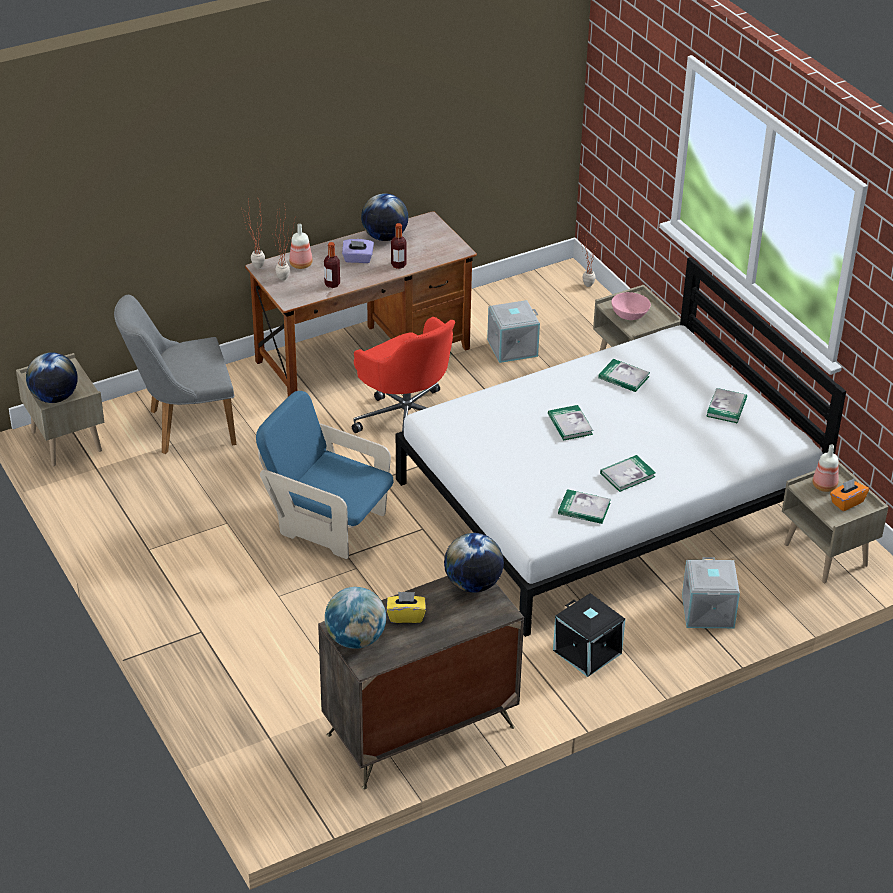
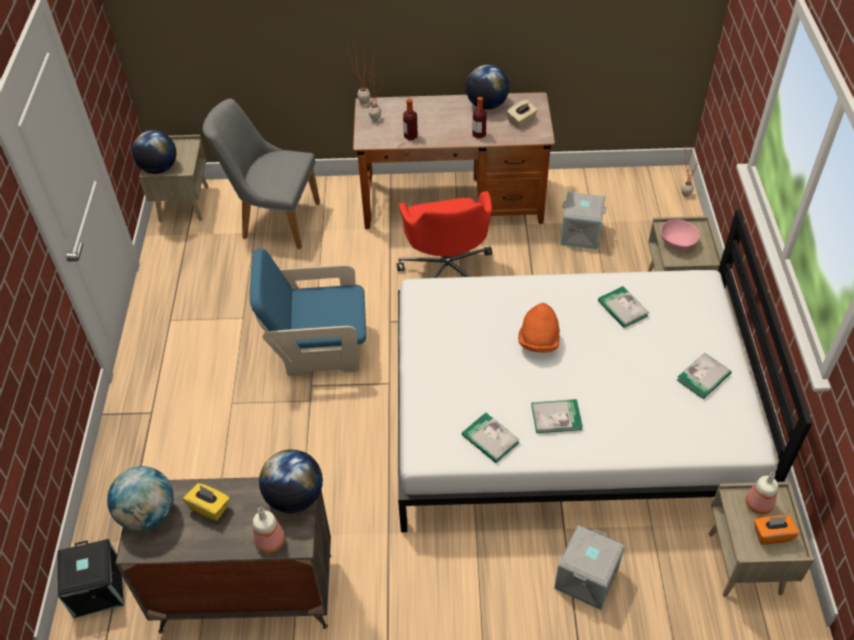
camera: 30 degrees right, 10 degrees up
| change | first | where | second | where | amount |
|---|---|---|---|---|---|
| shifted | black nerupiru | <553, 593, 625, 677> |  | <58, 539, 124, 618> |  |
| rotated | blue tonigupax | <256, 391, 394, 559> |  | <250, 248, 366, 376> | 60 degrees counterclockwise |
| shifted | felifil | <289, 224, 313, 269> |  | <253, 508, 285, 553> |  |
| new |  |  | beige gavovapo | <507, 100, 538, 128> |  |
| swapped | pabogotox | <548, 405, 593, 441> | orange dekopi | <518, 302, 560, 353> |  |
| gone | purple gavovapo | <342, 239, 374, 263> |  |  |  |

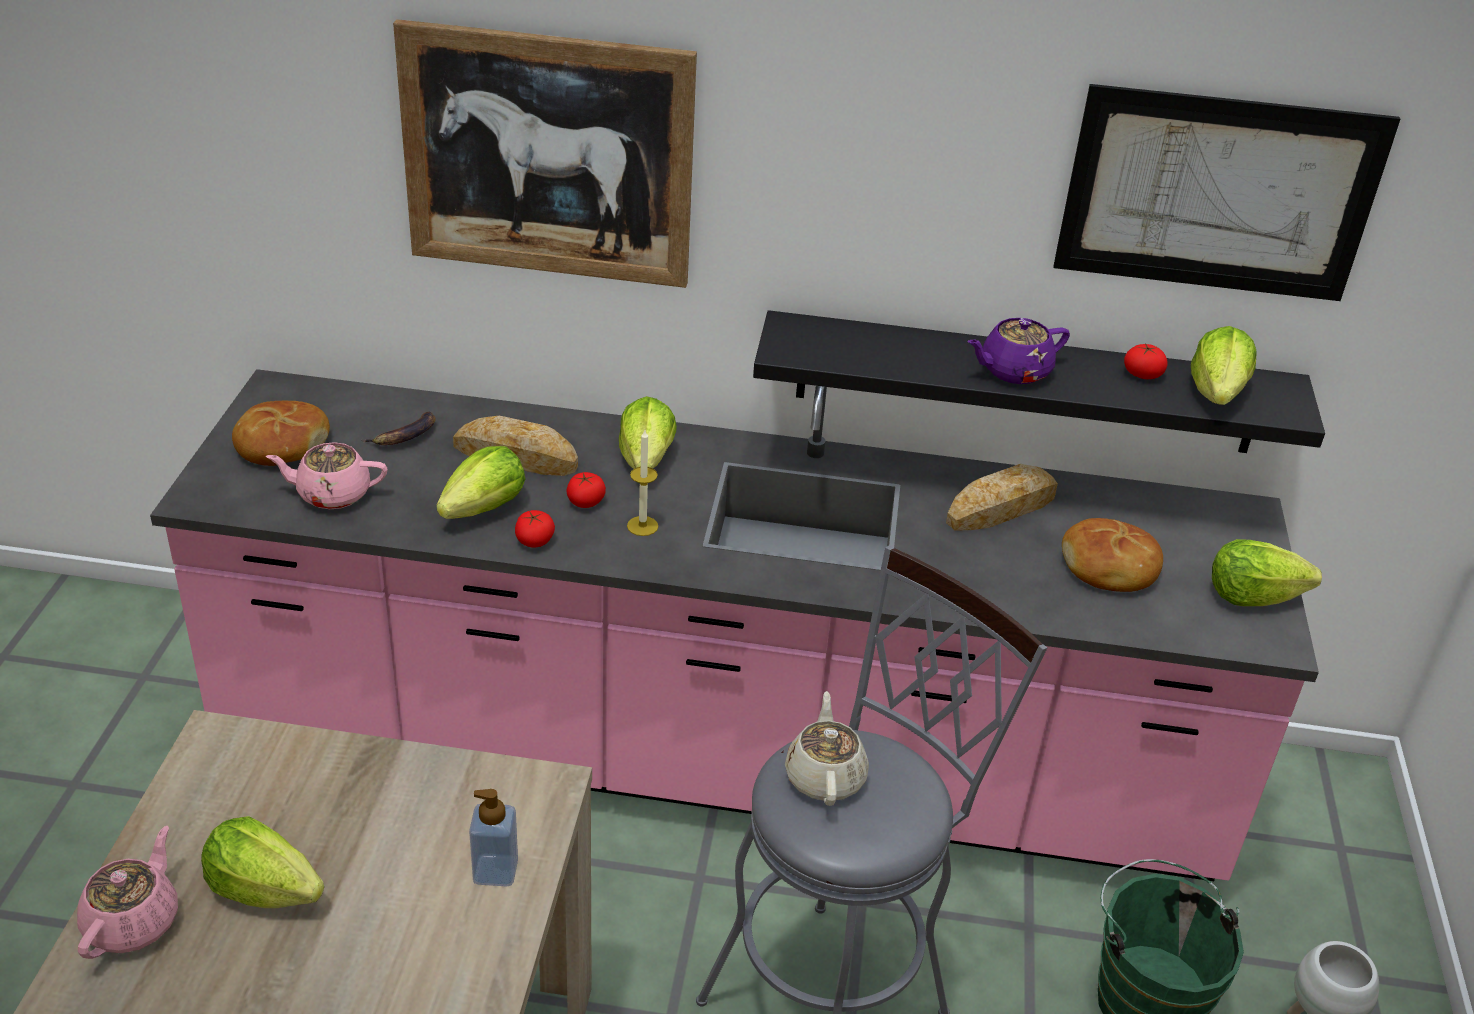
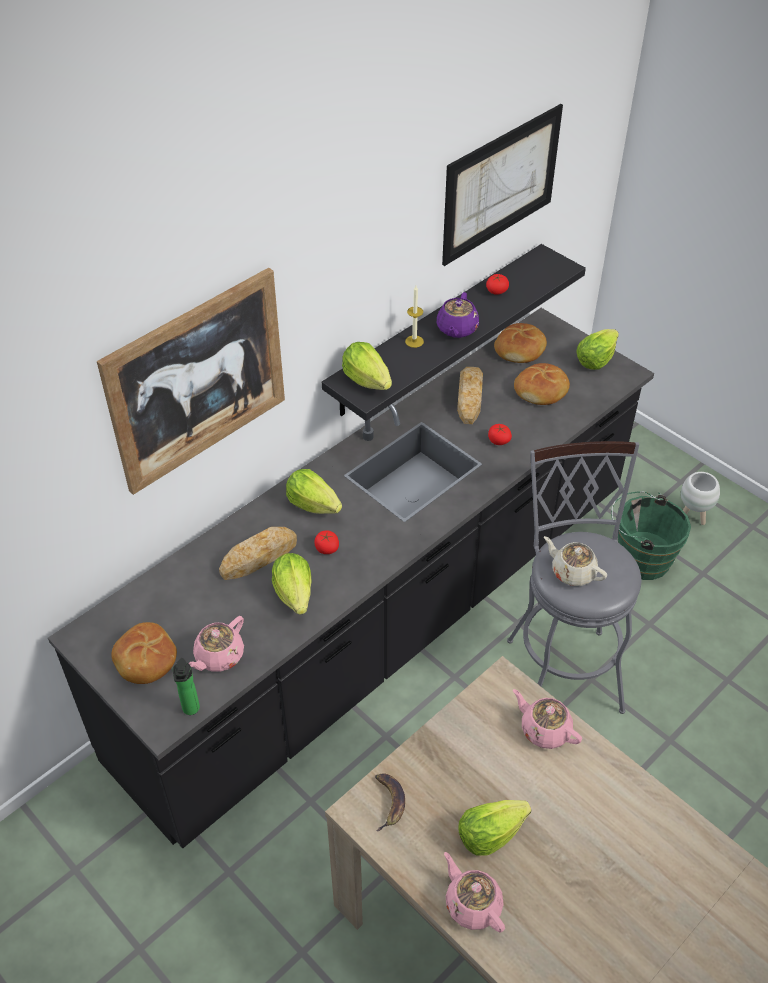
camera: 50 degrees left, 10 degrees up
| change | first | where | second | where | amount |
|---|---|---|---|---|---|
| repainted | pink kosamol | <150, 369, 1319, 881> | black kosamol | <48, 308, 654, 848> |  |
| new |  |  | felifil | <172, 658, 200, 715> |  |
| shifted | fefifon | <1191, 326, 1257, 405> |  | <342, 342, 392, 390> |  |
| shifted | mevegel | <362, 412, 436, 445> |  | <375, 774, 405, 831> |  |
| shifted | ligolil | <627, 430, 659, 536> |  | <405, 286, 424, 348> |  |
| shifted | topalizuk | <515, 510, 555, 548> |  | <488, 424, 512, 445> |  |
| new |  |  | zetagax | <494, 323, 547, 363> |  |
| swapped | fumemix | <469, 789, 518, 887> | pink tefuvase | <513, 689, 582, 749> |  |

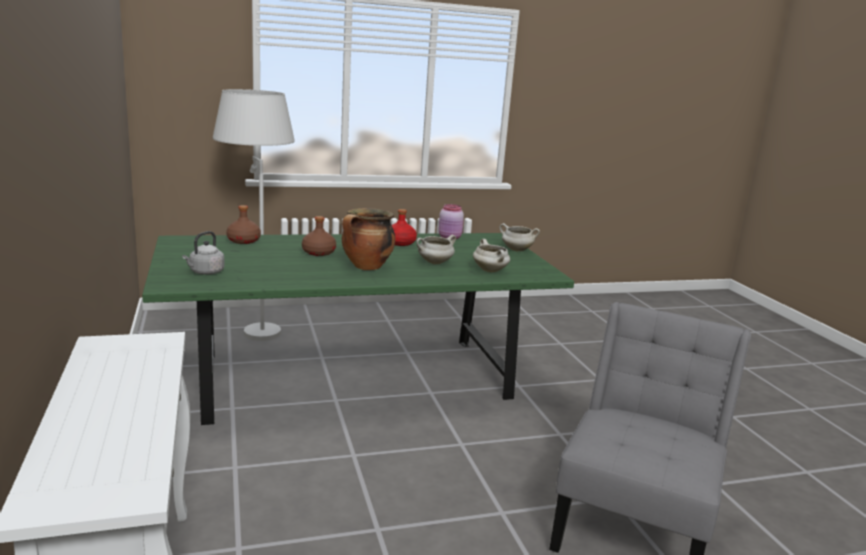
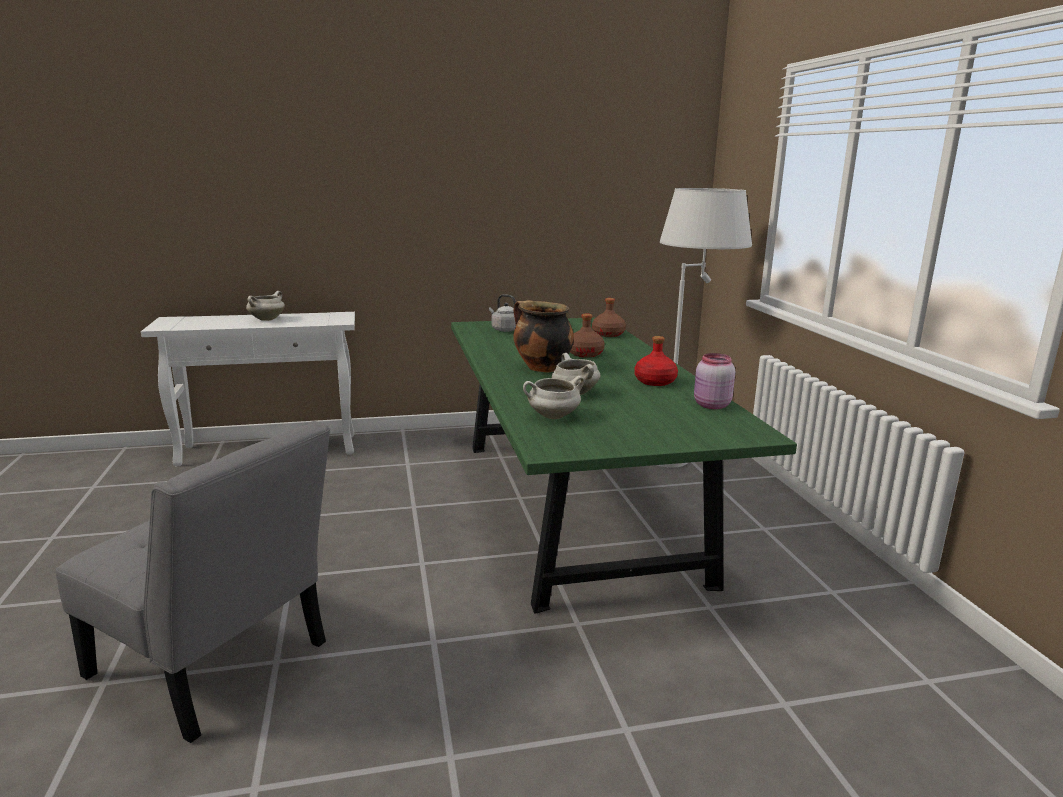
camera: 95 degrees right, 0 degrees up
| change | first | where | second | where | amount |
|---|---|---|---|---|---|
| shifted | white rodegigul | <500, 223, 540, 251> |  | <246, 291, 285, 321> |  |

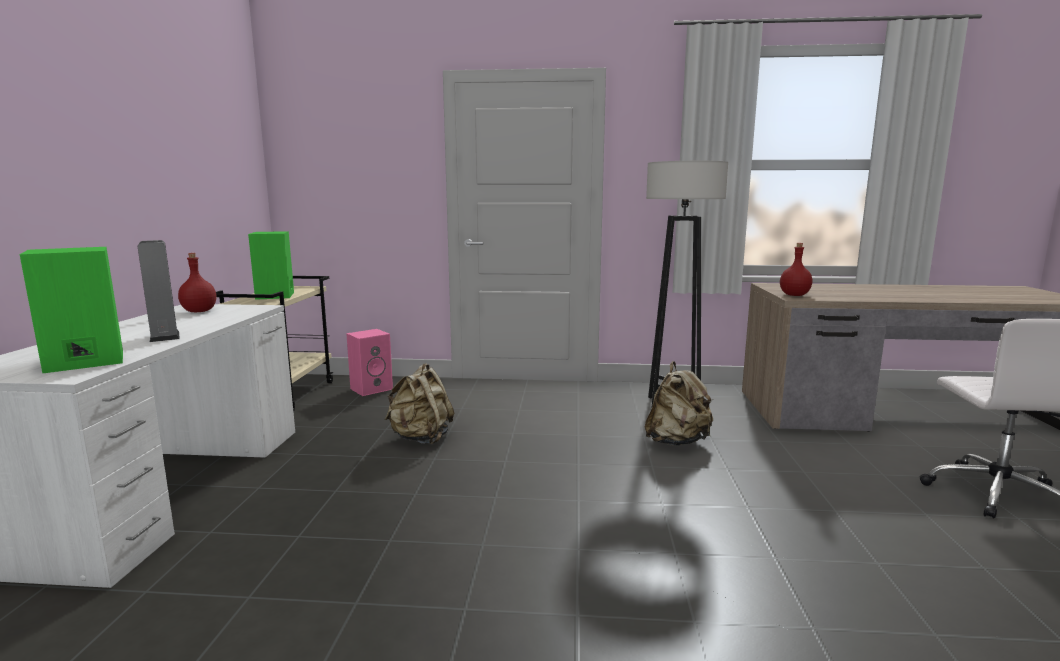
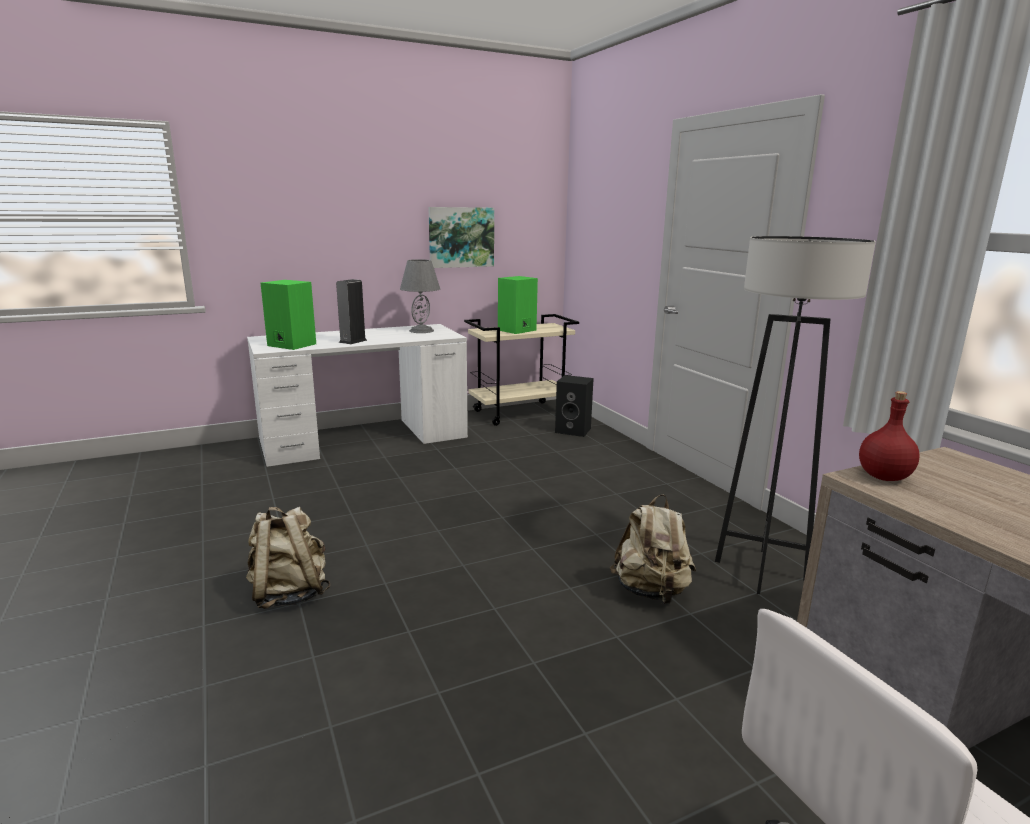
camera: 60 degrees right, 5 degrees up
| change | first | where | second | where | amount |
|---|---|---|---|---|---|
| shifted | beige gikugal | <384, 363, 454, 445> |  | <246, 507, 330, 609> |  |
| swapped | red felifil | <178, 253, 216, 312> | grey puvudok | <400, 259, 440, 333> |  |
| new |  |  | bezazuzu | <428, 207, 494, 268> |  |
| repainted | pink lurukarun | <346, 329, 393, 396> | black lurukarun | <555, 375, 594, 437> |  |

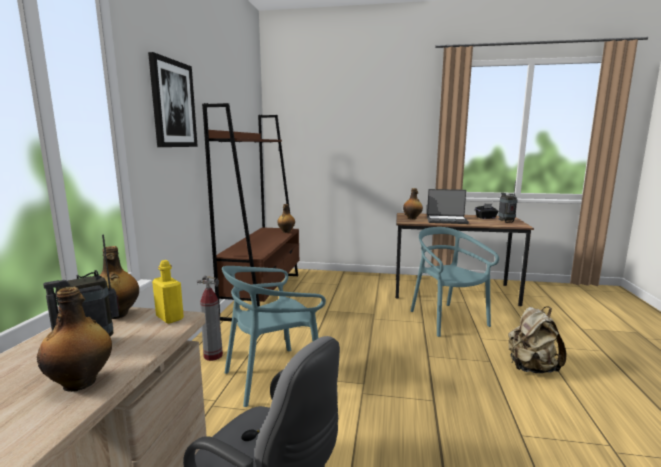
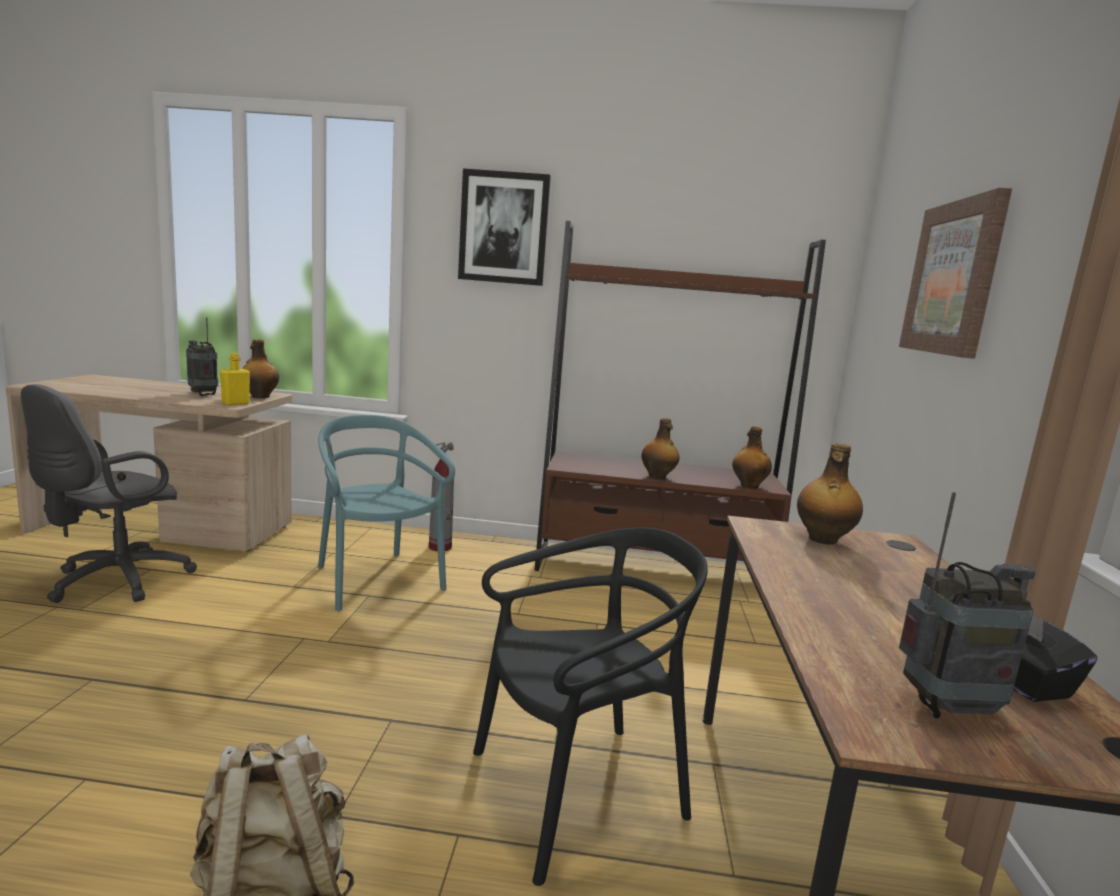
camera: 85 degrees right, 0 degrees up
| change | first | where | second | where | amount |
|---|---|---|---|---|---|
| repainted | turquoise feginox | <411, 227, 499, 337> | black feginox | <473, 528, 708, 886> |  |
| shifted | felifil | <37, 287, 112, 392> |  | <642, 418, 679, 479> |  |
| new |  |  | bezazuzu | <899, 188, 1012, 359> |  |
| gone | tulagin | <427, 189, 469, 224> |  |  |  |

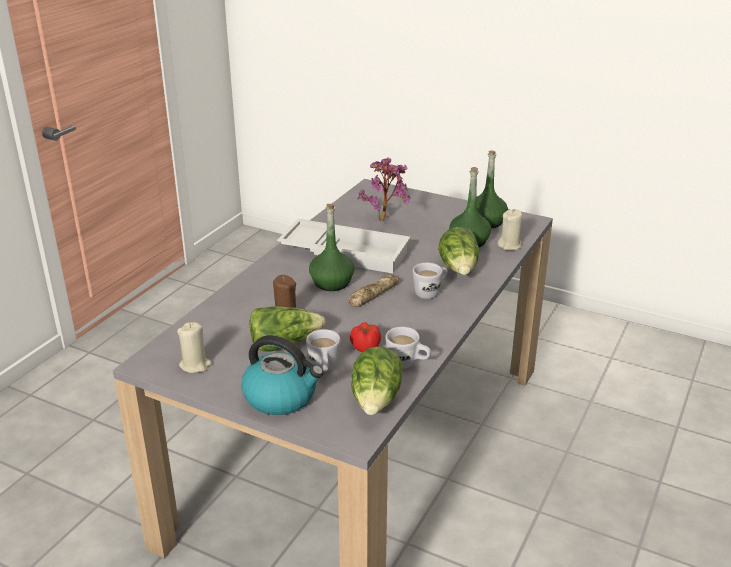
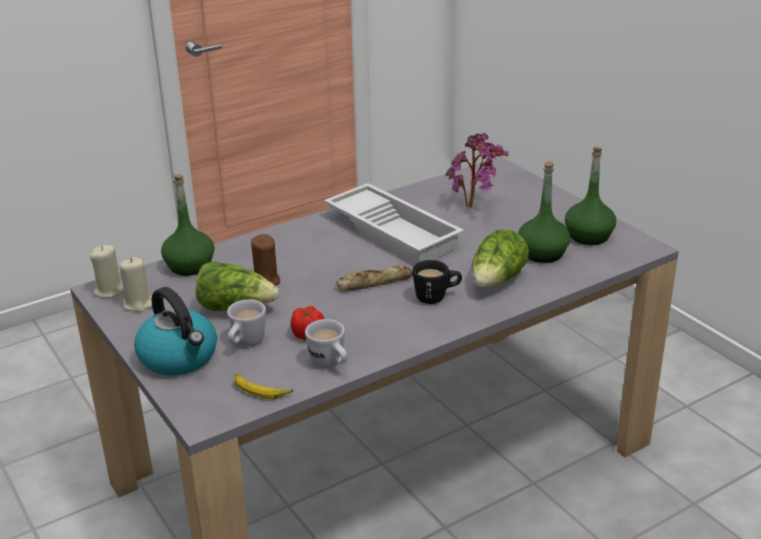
camera: 30 degrees right, 0 degrees up
| change | first | where | second | where | amount |
|---|---|---|---|---|---|
| shifted | beige ligolil | <497, 209, 522, 250> |  | <90, 245, 124, 298> |  |
| shifted | green felifil | <309, 204, 354, 291> |  | <161, 174, 215, 276> |  |
| swapped | fefifon | <351, 347, 403, 415> | mevegel | <234, 374, 293, 399> |  |
| repainted | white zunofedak | <412, 263, 448, 299> | black zunofedak | <412, 260, 462, 304> |  |

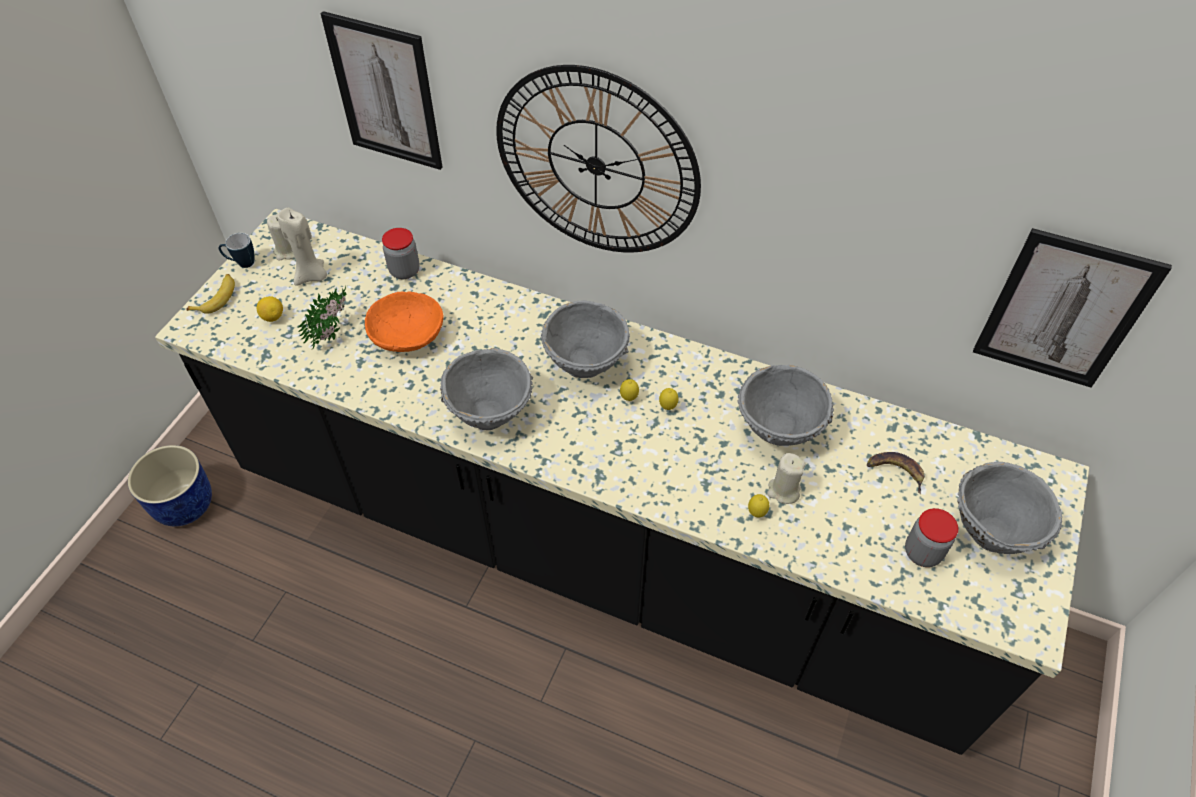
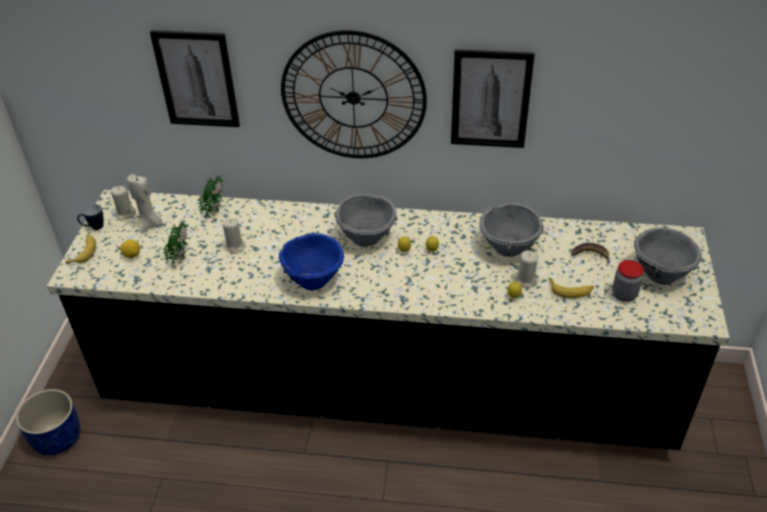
camera: 15 degrees left, 10 degrees down
| change | first | where | second | where | amount |
|---|---|---|---|---|---|
| swapped | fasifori | <382, 228, 420, 279> | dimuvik | <198, 175, 223, 217> |  |
| swapped | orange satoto | <365, 292, 444, 352> | beige ligolil | <223, 218, 245, 254> |  |
| repainted | grey satoto | <440, 348, 533, 430> | blue satoto | <279, 233, 344, 290> |  |
| shifted | bezazuzu | <973, 228, 1172, 388> |  | <451, 49, 535, 148> |  |
| new |  |  | mevegel | <548, 278, 594, 298> |  |

